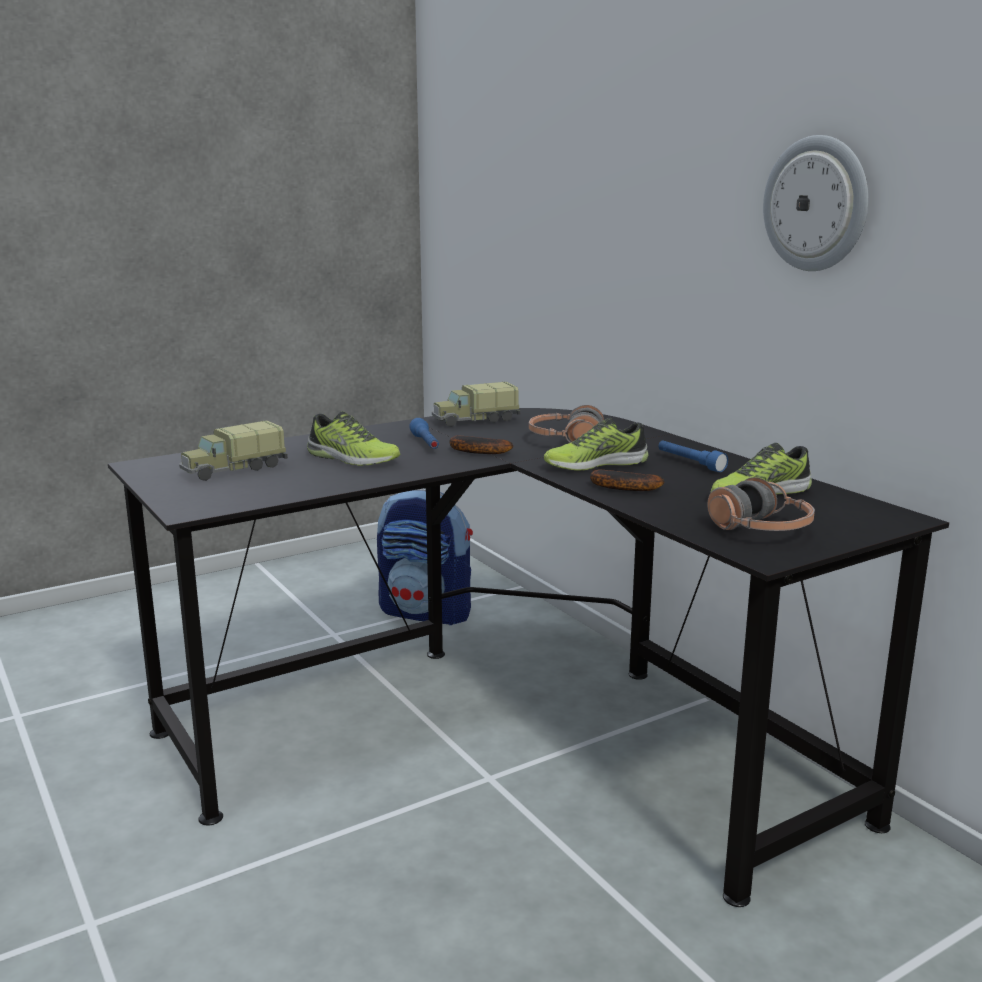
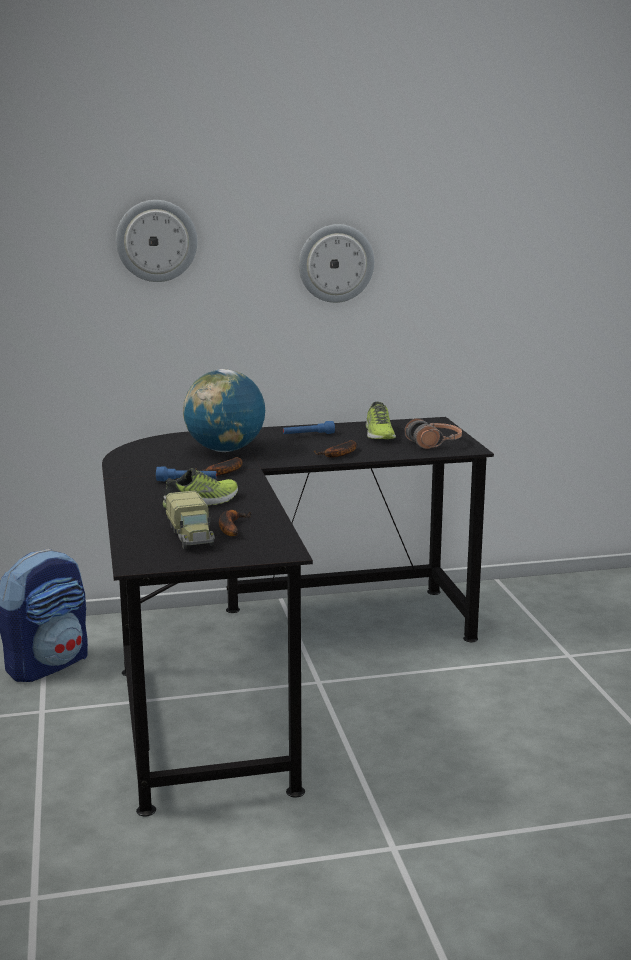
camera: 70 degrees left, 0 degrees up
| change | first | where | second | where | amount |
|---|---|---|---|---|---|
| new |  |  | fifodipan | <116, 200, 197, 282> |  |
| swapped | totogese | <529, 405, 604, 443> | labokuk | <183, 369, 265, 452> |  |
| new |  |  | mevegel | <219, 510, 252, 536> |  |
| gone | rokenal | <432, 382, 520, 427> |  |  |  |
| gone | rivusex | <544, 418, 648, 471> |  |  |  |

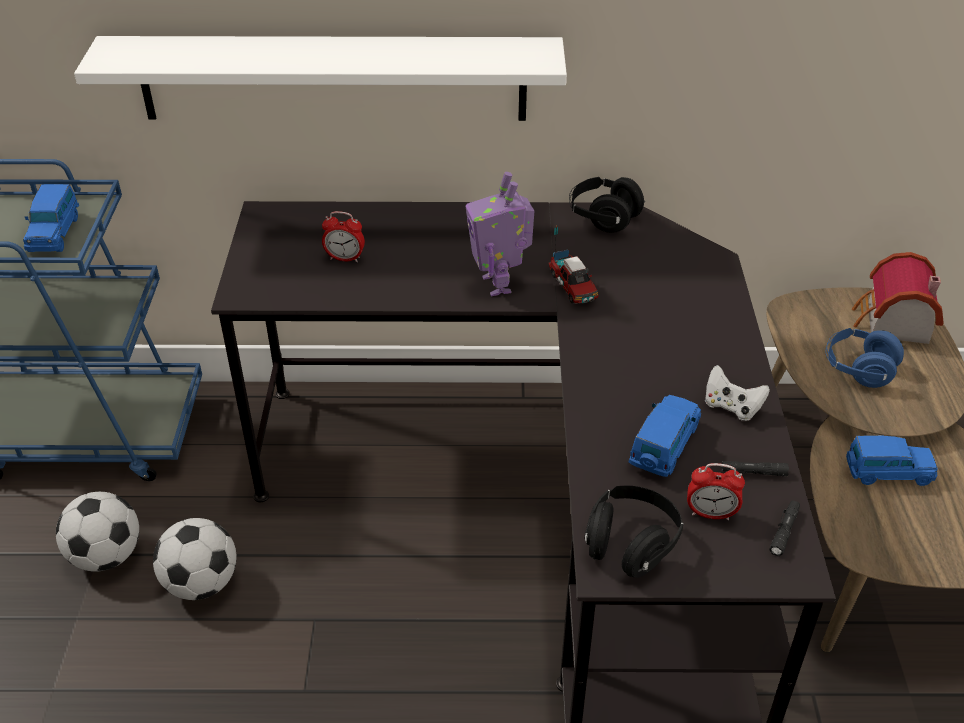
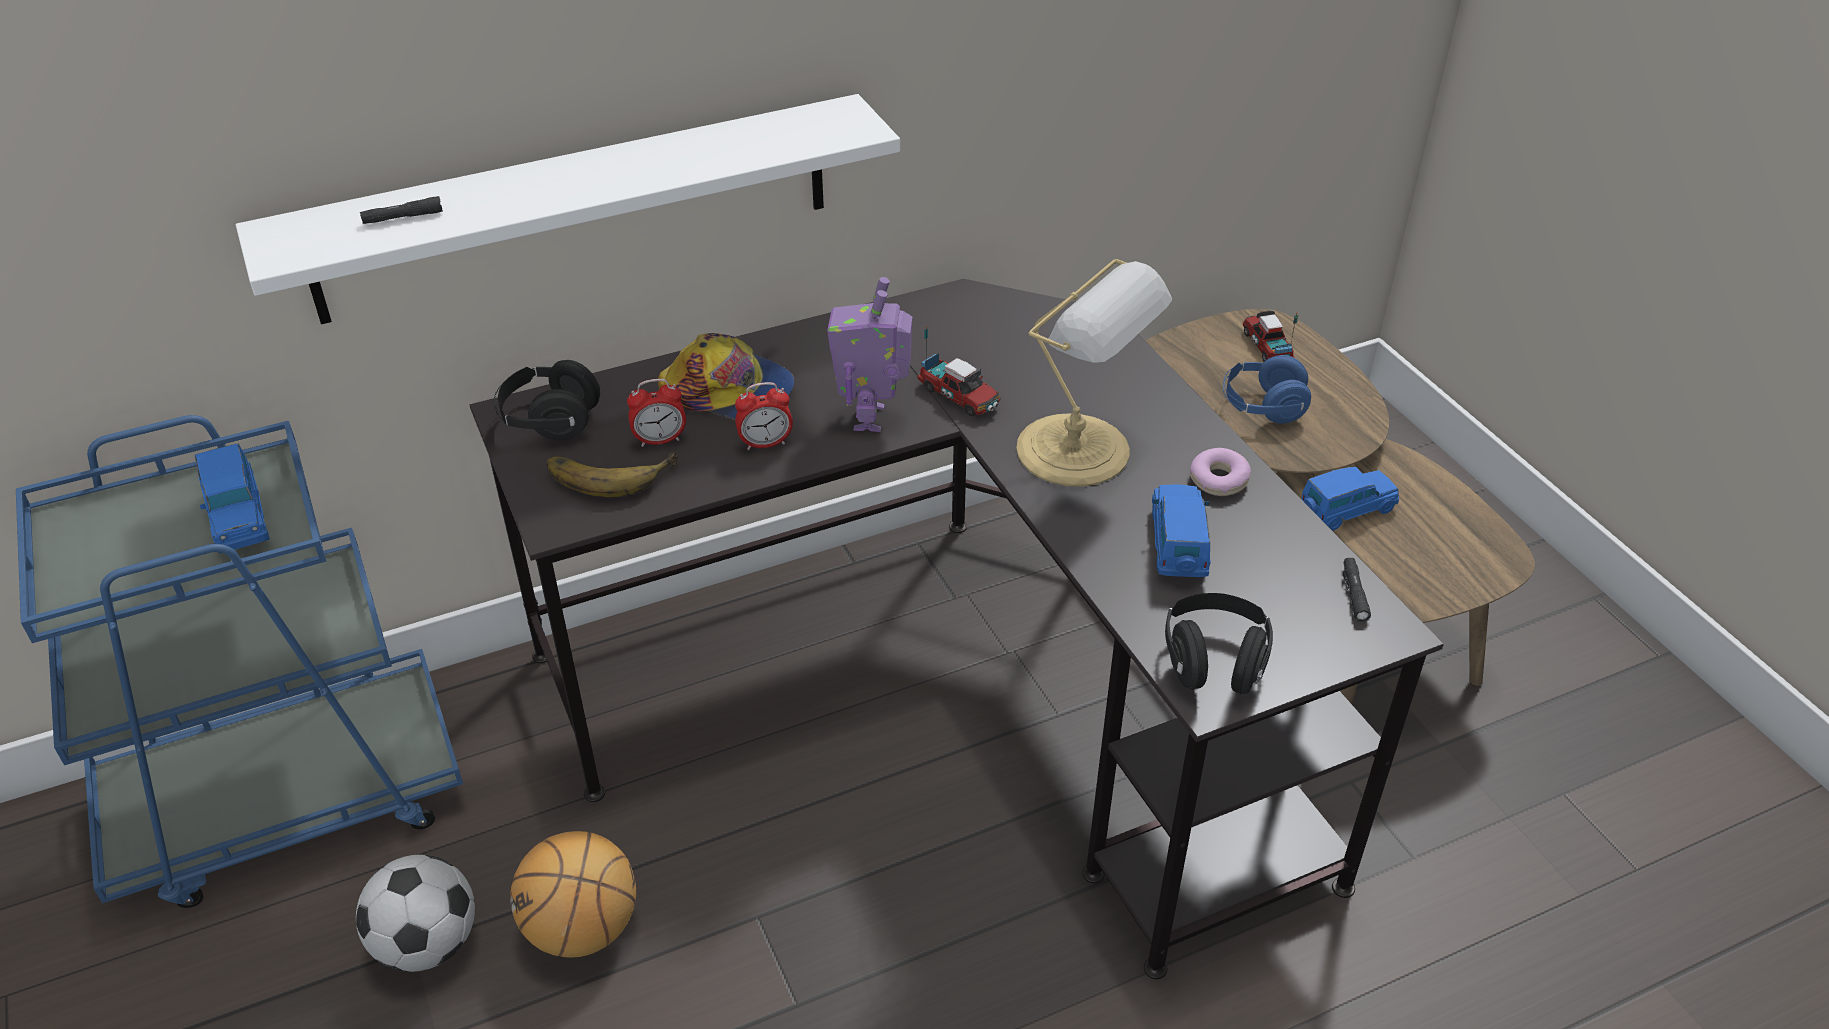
camera: 25 degrees left, 0 degrees up
| change | first | where | second | where | amount |
|---|---|---|---|---|---|
| shifted | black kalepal | <721, 461, 789, 476> |  | <360, 196, 443, 224> |  |
| shifted | black totogese | <569, 177, 645, 233> |  | <494, 360, 600, 440> |  |
| swapped | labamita | <153, 518, 237, 600> | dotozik | <510, 831, 636, 957> |  |
| new |  |  | mevegel | <546, 451, 678, 497> |  |
| new |  |  | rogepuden | <658, 333, 794, 420> |  |
| shifted | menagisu | <687, 463, 745, 520> |  | <735, 382, 793, 450> |  |
| rotated | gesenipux | <466, 172, 534, 296> |  | <827, 277, 912, 432> | 45 degrees clockwise |
| new |  |  | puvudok | <1016, 259, 1172, 487> |  |
| swapped | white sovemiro | <705, 365, 770, 421> | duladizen | <1190, 448, 1251, 496> |  |
| swapped | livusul | <852, 252, 944, 344> | rokenal | <1243, 310, 1298, 361> |  |

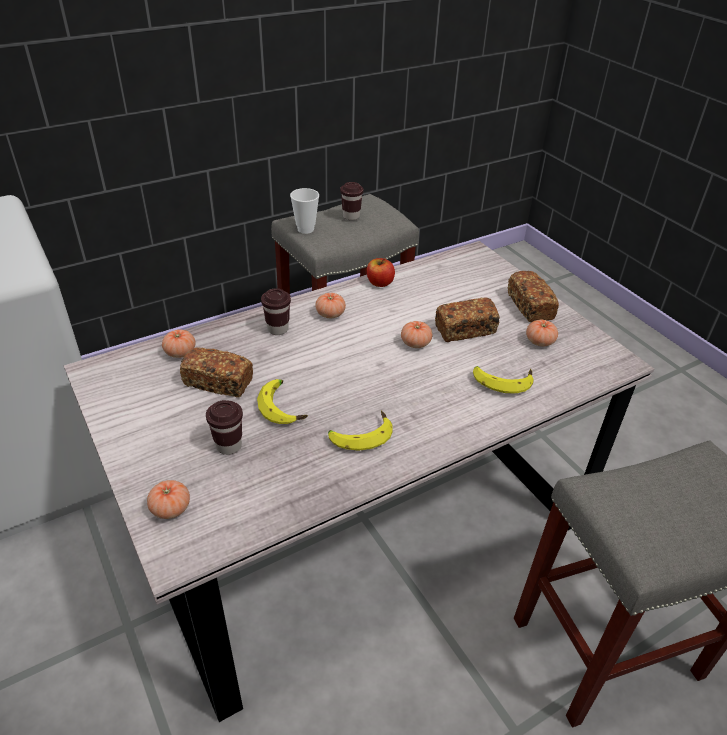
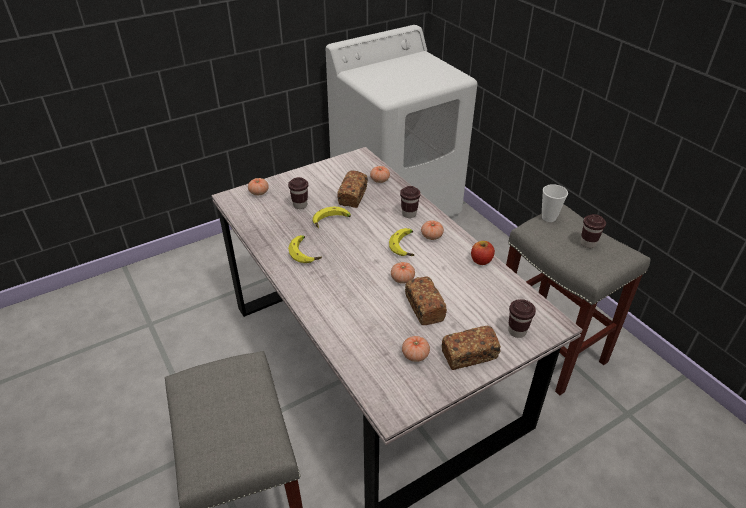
camera: 90 degrees right, 0 degrees up
| change | first | where | second | where | amount |
|---|---|---|---|---|---|
| shifted | mevegel | <473, 366, 534, 394> |  | <389, 228, 415, 256> |  |
| new |  |  | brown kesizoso | <508, 299, 536, 338> |  |

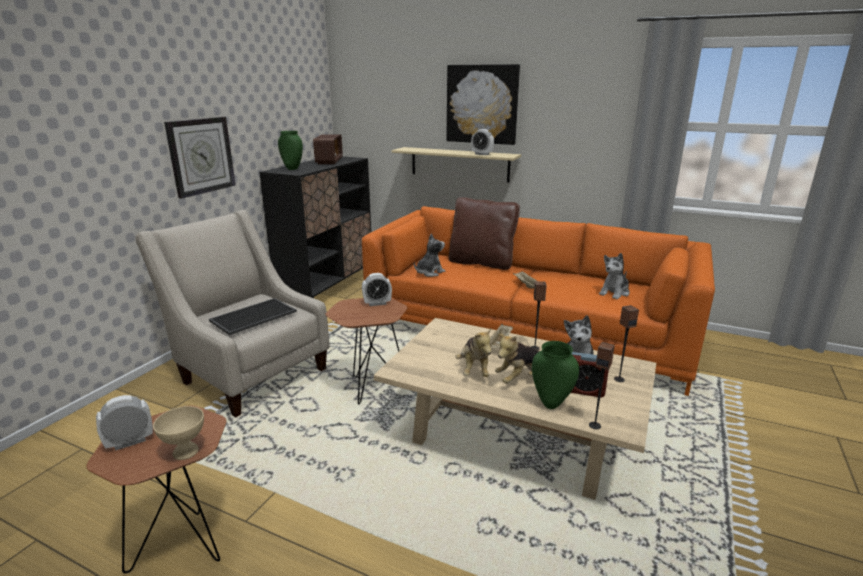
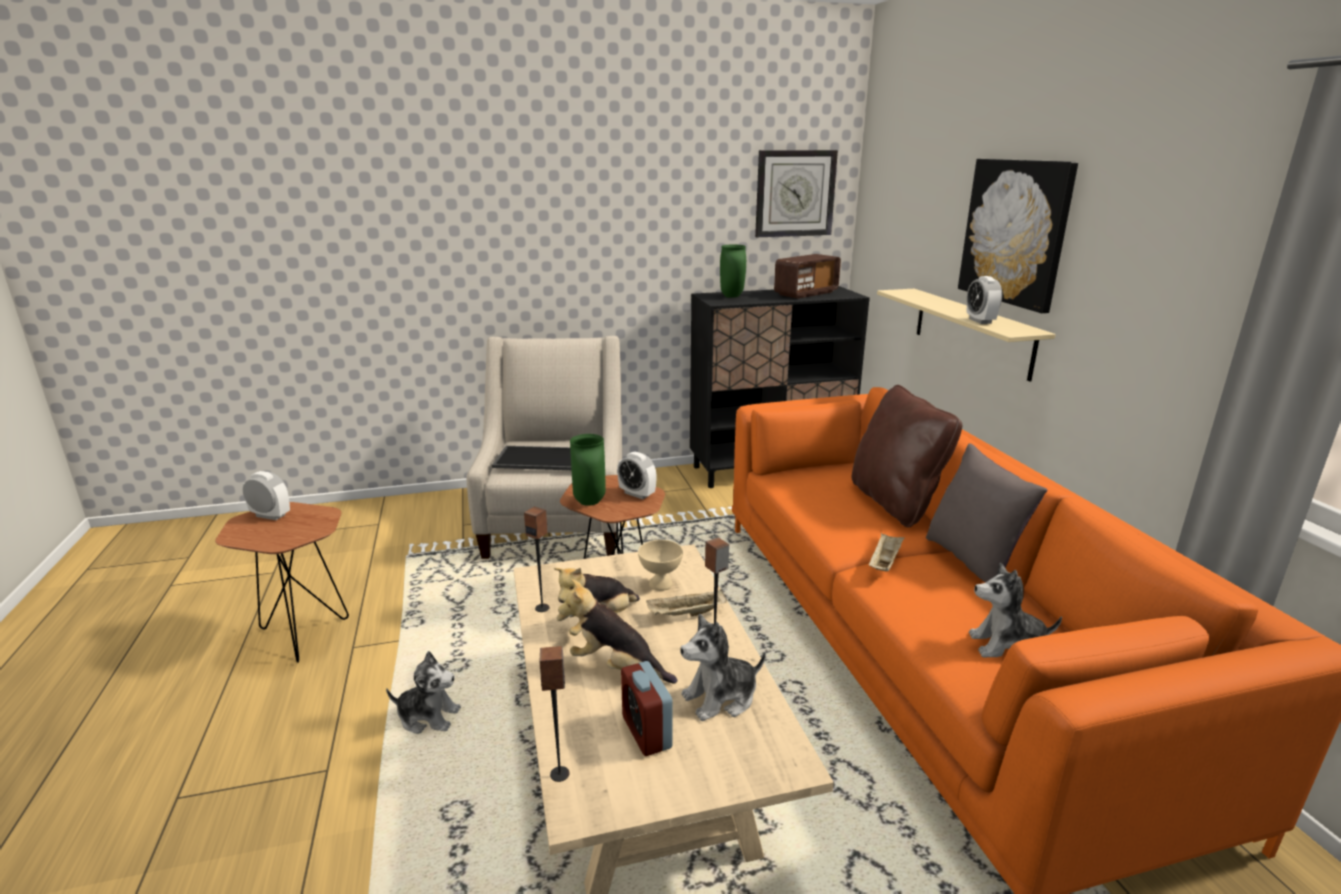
camera: 50 degrees right, 0 degrees up
| change | first | where | second | where | amount |
|---|---|---|---|---|---|
| shifted | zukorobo | <414, 234, 446, 277> |  | <386, 651, 461, 734> |  |
| shifted | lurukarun | <614, 305, 639, 382> |  | <524, 507, 550, 612> |  |
| shifted | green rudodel | <532, 341, 579, 409> |  | <570, 434, 606, 506> |  |
| shifted | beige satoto | <153, 406, 204, 460> |  | <638, 540, 683, 591> |  |
| shifted | fifodipan | <164, 117, 236, 199> |  | <755, 150, 838, 237> |  |
| new |  |  | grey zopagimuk | <926, 443, 1048, 583> |  |

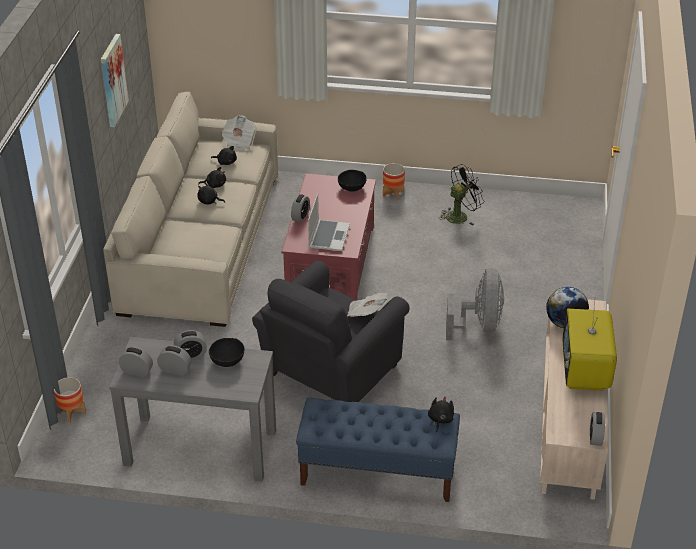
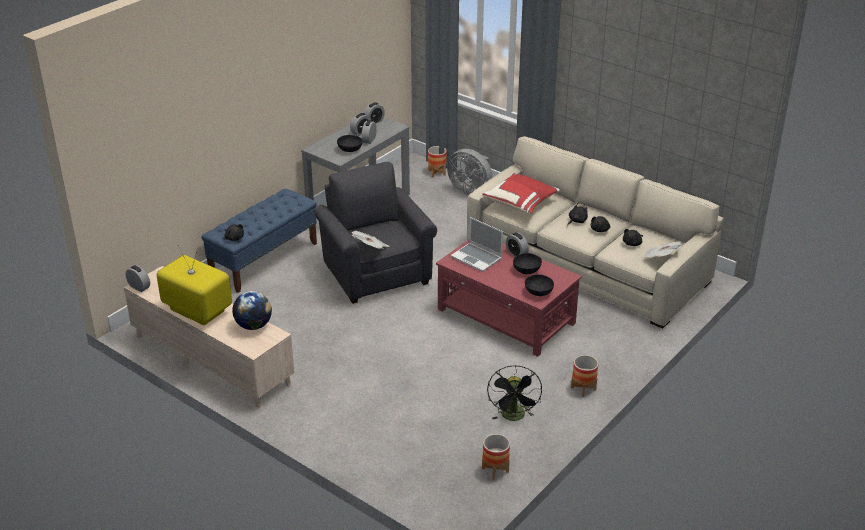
camera: 120 degrees right, 5 degrees down
| change | first | where | second | where | amount |
|---|---|---|---|---|---|
| shifted | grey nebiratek | <446, 268, 504, 340> |  | <447, 149, 492, 196> |  |
| new |  |  | red zopagimuk | <482, 173, 560, 214> |  |
| new |  |  | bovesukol | <482, 434, 510, 480> |  |
| new |  |  | black satoto | <513, 253, 542, 274> |  |
| gone | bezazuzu | <101, 34, 129, 127> |  |  |  |

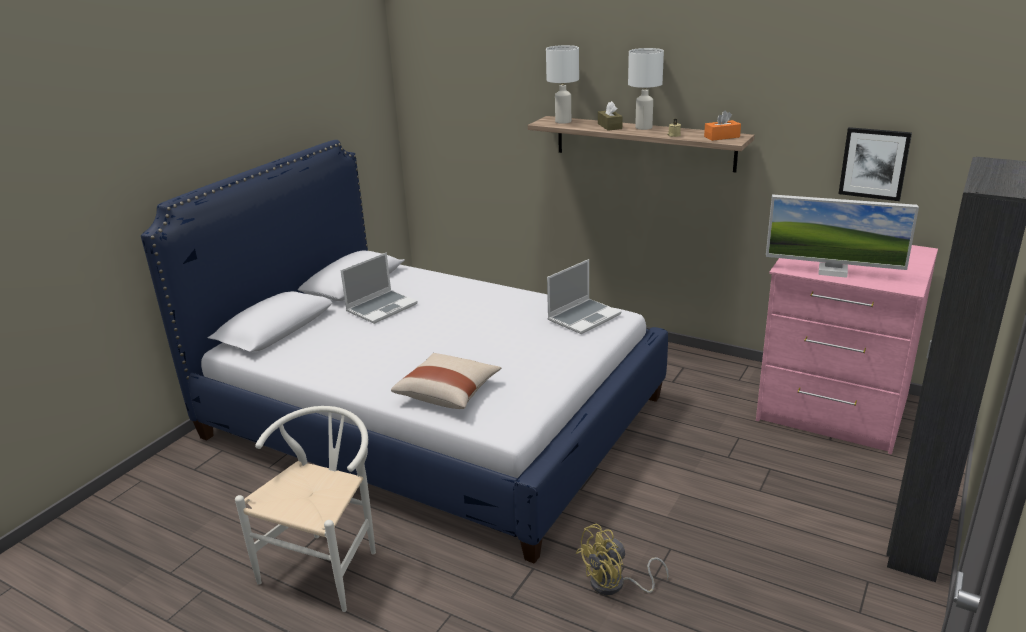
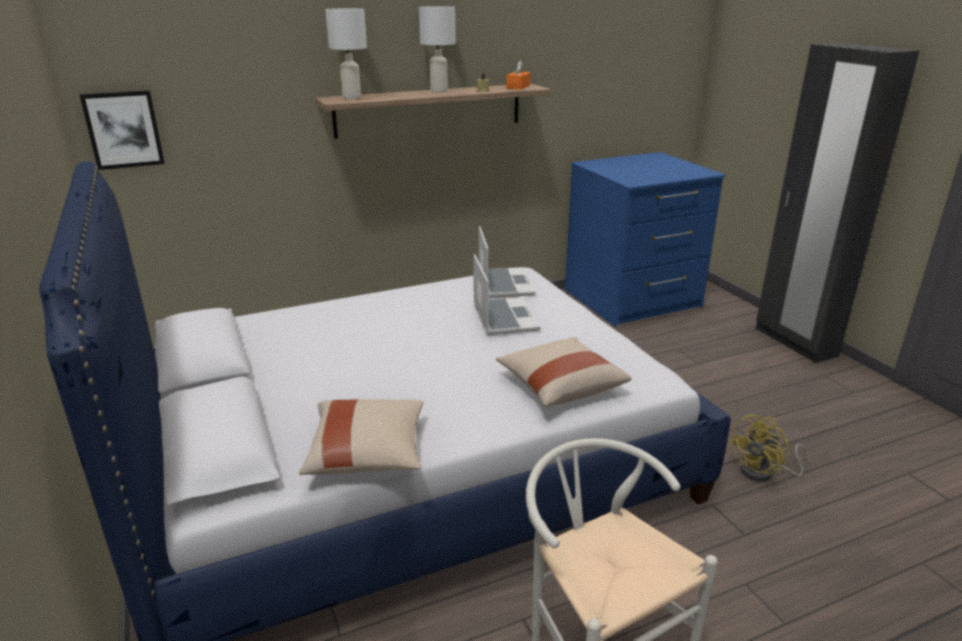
camera: 55 degrees left, 0 degrees up
| change | first | where | second | where | amount |
|---|---|---|---|---|---|
| shifted | bezazuzu | <839, 127, 912, 201> |  | <80, 90, 165, 170> |  |
| new |  |  | beige zopagimuk | <299, 399, 423, 475> |  |
| shifted | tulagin | <340, 252, 418, 324> |  | <473, 254, 540, 335> |  |
| repainted | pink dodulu | <756, 245, 938, 454> | blue dodulu | <565, 152, 726, 327> |  |
| rotated | yellow nebiratek | <576, 524, 669, 595> |  | <728, 414, 810, 481> | 45 degrees clockwise |
| gone | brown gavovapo | <598, 101, 623, 131> |  |  |  |
| gone | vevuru | <766, 194, 919, 278> |  |  |  |

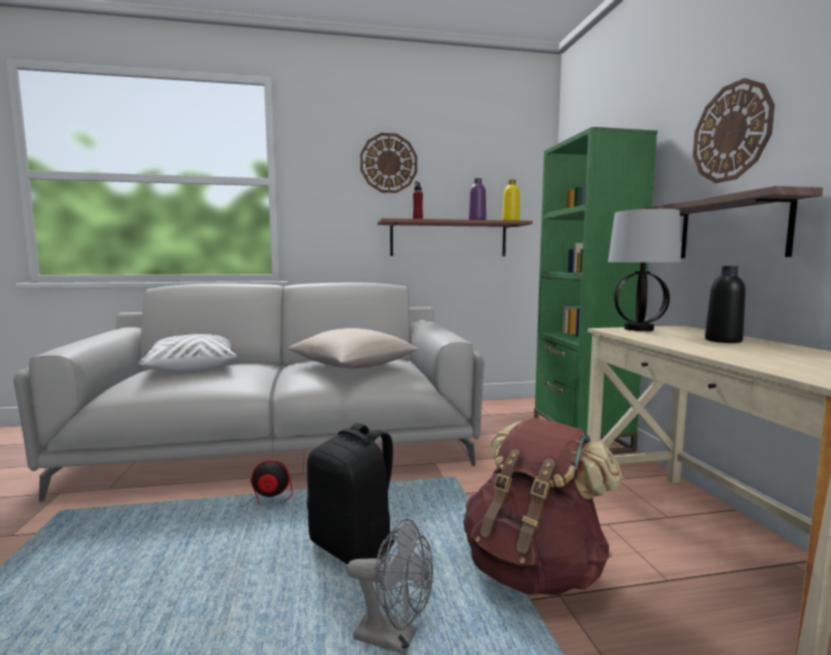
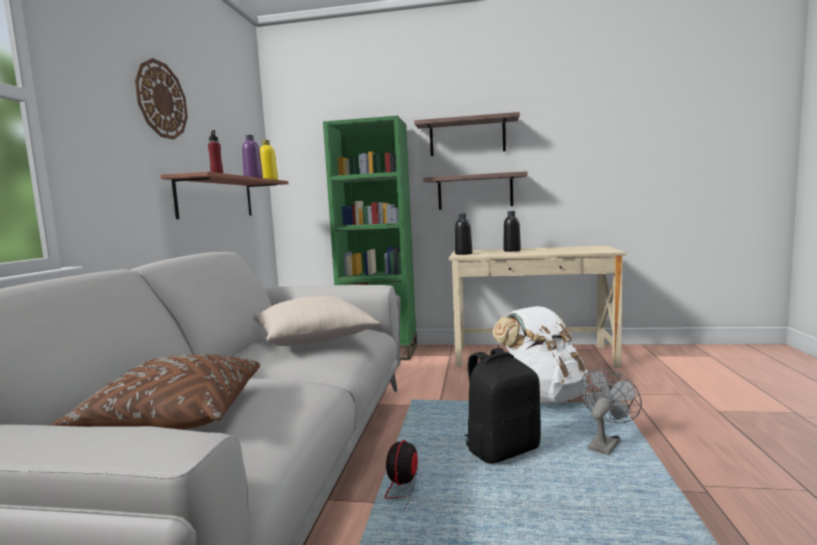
camera: 70 degrees left, 0 degrees up
| change | first | where | second | where | amount |
|---|---|---|---|---|---|
| repainted | white zopagimuk | <138, 334, 236, 372> | brown zopagimuk | <51, 354, 260, 430> |  |
| swapped | fifodipan | <693, 78, 775, 183> | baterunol | <414, 112, 520, 156> |  |
| swapped | puvudok | <608, 209, 681, 331> | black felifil | <455, 213, 472, 255> |  |
| repainted | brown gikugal | <464, 418, 622, 595> | white gikugal | <492, 306, 588, 404> |  |

